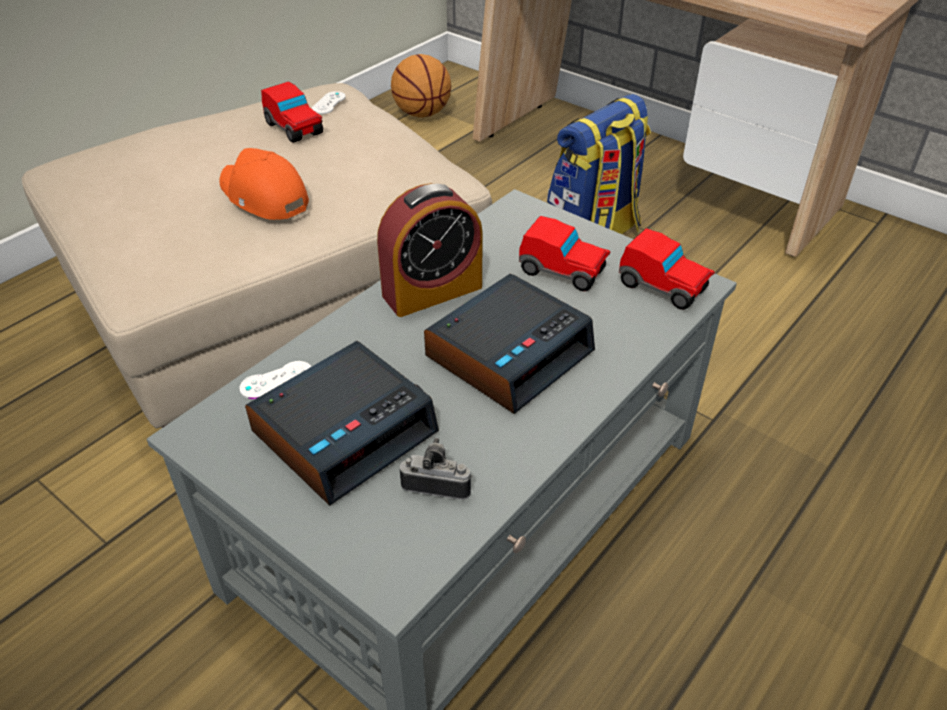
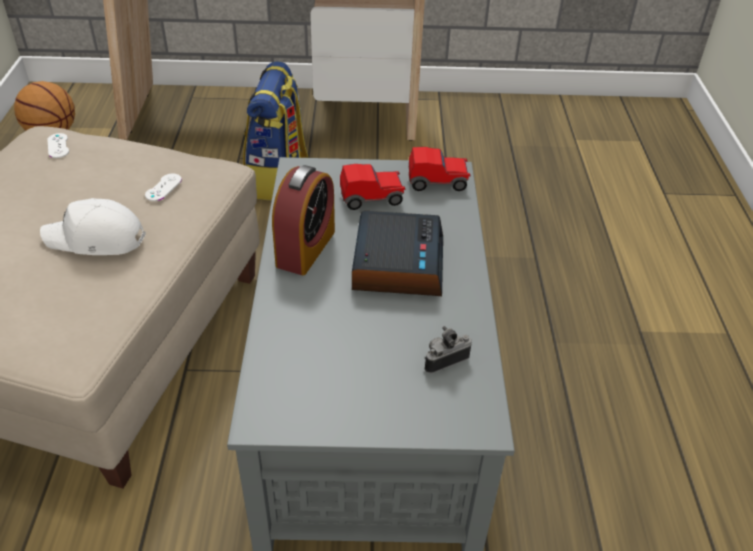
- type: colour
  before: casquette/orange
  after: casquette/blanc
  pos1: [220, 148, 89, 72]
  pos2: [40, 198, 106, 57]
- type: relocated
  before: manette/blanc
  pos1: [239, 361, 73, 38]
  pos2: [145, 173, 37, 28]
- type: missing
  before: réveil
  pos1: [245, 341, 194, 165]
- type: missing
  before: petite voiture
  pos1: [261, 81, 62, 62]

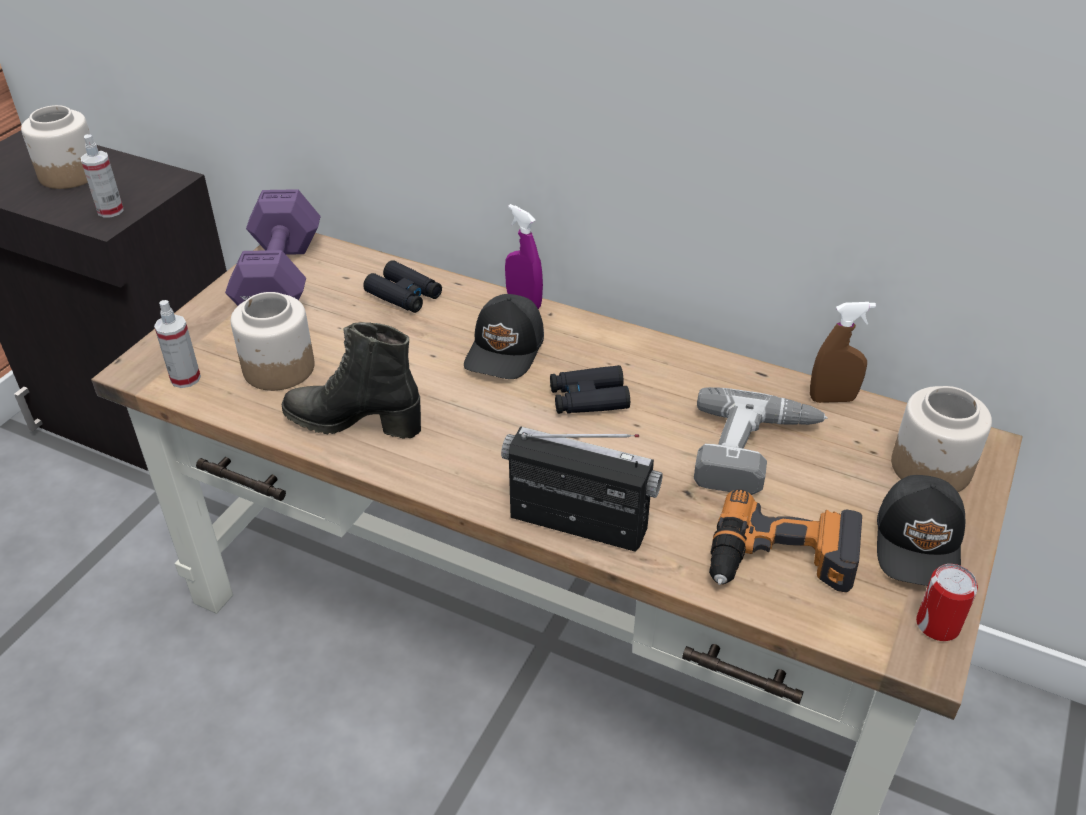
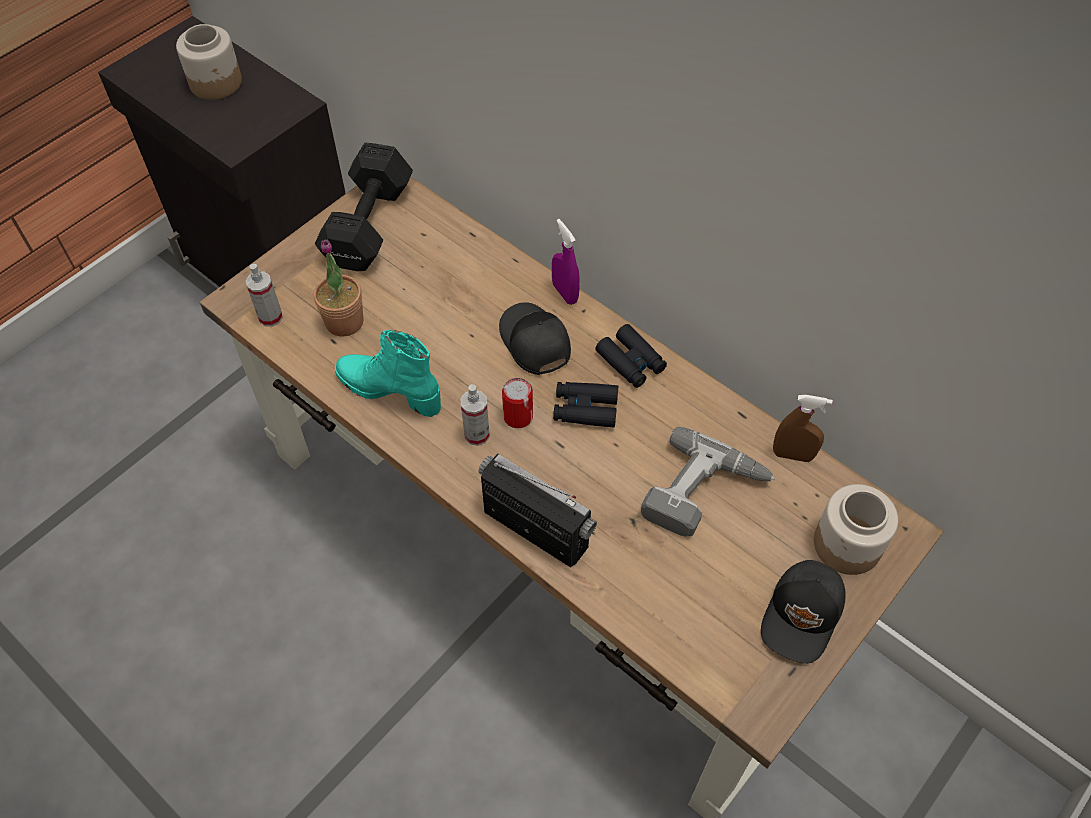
- type: relocated
  before: vaporisateur
  pos1: [81, 134, 43, 84]
  pos2: [460, 384, 30, 62]
- type: colour
  before: haltère/violet
  after: haltère/noir
  pos1: [225, 189, 96, 117]
  pos2: [315, 142, 98, 129]
- type: exchanged
  before: bocal
  after: plante en pot
  pos1: [231, 292, 83, 99]
  pos2: [314, 239, 50, 98]
- type: colour
  before: botte/noir
  after: botte/turquoise
  pos1: [282, 322, 139, 117]
  pos2: [335, 330, 106, 87]
- type: relocated
  before: jumelles/noir
  pos1: [363, 260, 79, 53]
  pos2: [595, 324, 72, 64]
- type: spun
  before: casquette/noir
  pos1: [464, 294, 80, 85]
  pos2: [499, 302, 72, 73]
  turn: 120
- type: missing
  before: perceuse
  pos1: [709, 489, 153, 103]
- type: relocated
  before: boîte métallique
  pos1: [916, 564, 62, 77]
  pos2: [502, 378, 31, 50]

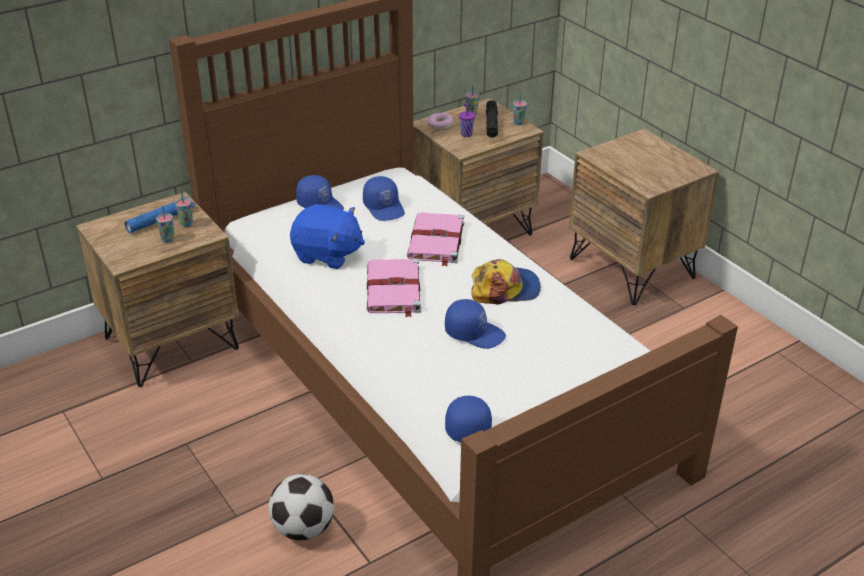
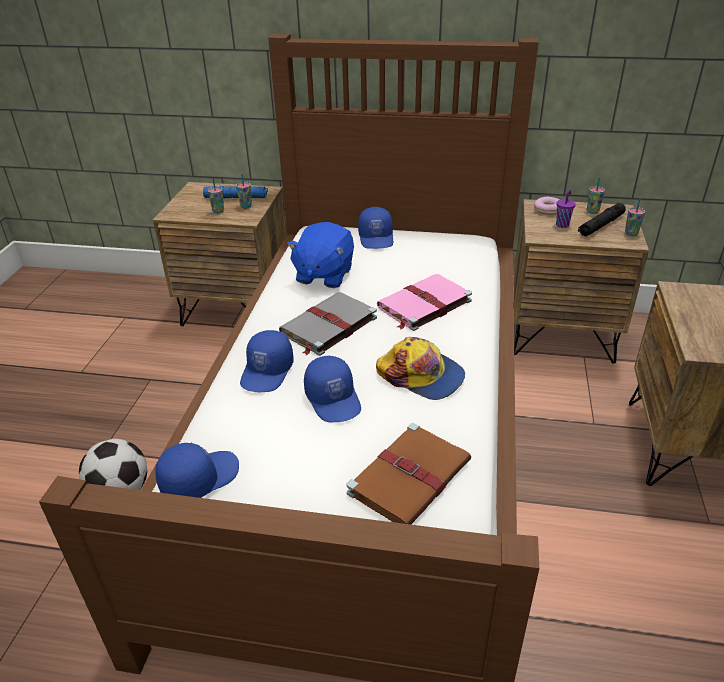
- type: spun
  before: peluche/bleu
  pos1: [290, 204, 75, 65]
  pos2: [287, 222, 67, 66]
  turn: 45
- type: relocated
  before: casquette/bleu
  pos1: [363, 176, 42, 45]
  pos2: [240, 330, 54, 62]
- type: colour
  before: livre/rose
  after: livre/gris
  pos1: [367, 259, 54, 58]
  pos2: [279, 292, 98, 64]
- type: appeared
  after: livre/marron
  pos2: [347, 423, 124, 101]

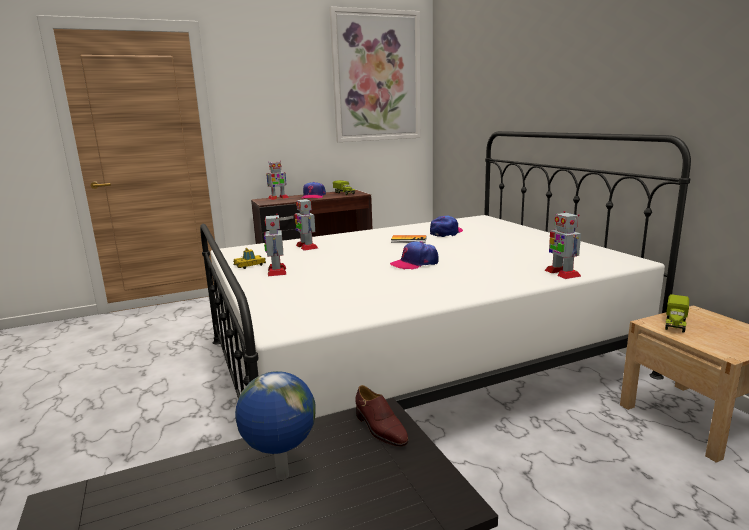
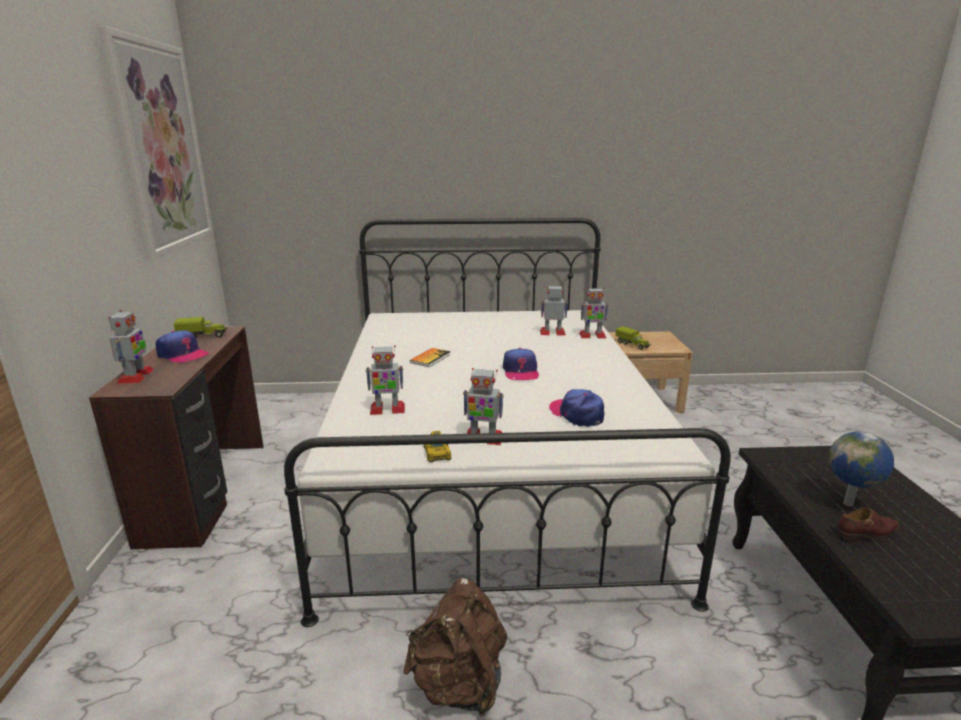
- type: relocated
  before: chaussure/marron
  pos1: [355, 385, 54, 62]
  pos2: [838, 507, 62, 36]
- type: relocated
  before: casquette
  pos1: [430, 216, 33, 21]
  pos2: [549, 389, 55, 38]
- type: appeared
  after: sac à dos/marron
  pos2: [403, 578, 105, 138]
- type: appeared
  after: robot jouet
  pos2: [540, 286, 28, 50]

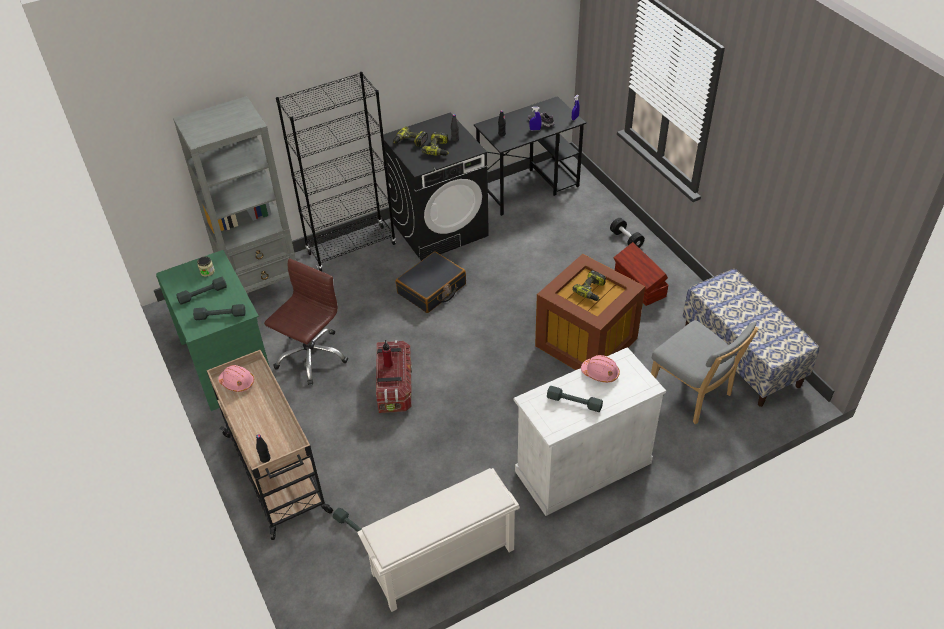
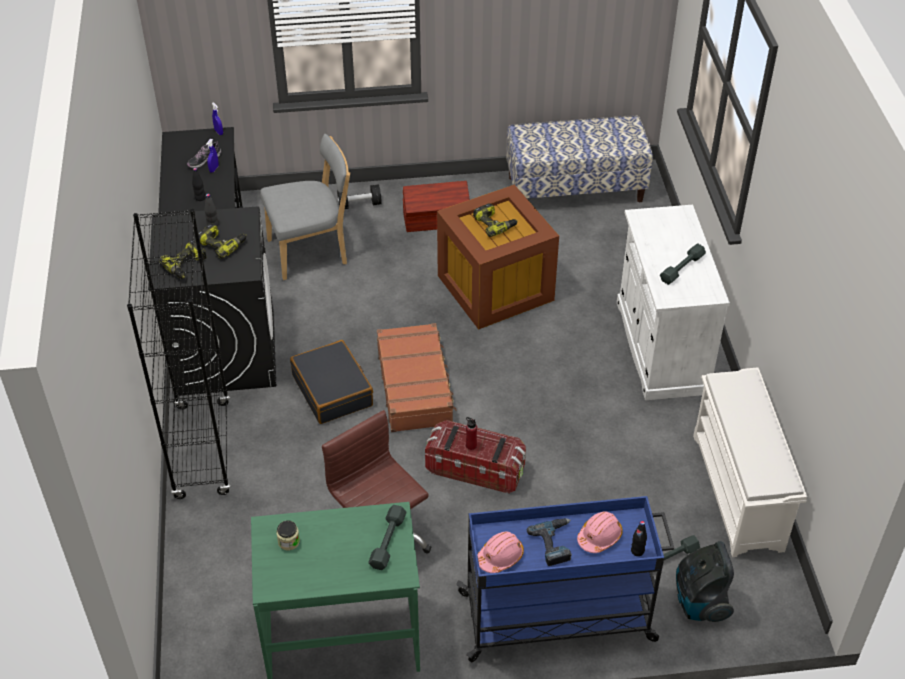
- type: missing
  before: bibliothèque/gris
  pos1: [173, 96, 123, 197]
- type: missing
  before: haltère/gris
  pos1: [176, 277, 51, 28]
- type: colour
  before: chariot/beige
  after: chariot/bleu
  pos1: [207, 350, 126, 190]
  pos2: [456, 496, 218, 166]
- type: relocated
  before: casque de chantier/rose
  pos1: [581, 355, 39, 28]
  pos2: [577, 511, 46, 42]
- type: relocated
  before: chaise/gris
  pos1: [651, 320, 108, 104]
  pos2: [260, 134, 90, 146]
- type: appeared
  after: valise/marron
  pos2: [377, 323, 80, 109]
- type: appeared
  after: perceuse
  pos2: [527, 518, 45, 48]
- type: appeared
  after: aspirateur
  pos2: [676, 541, 58, 81]

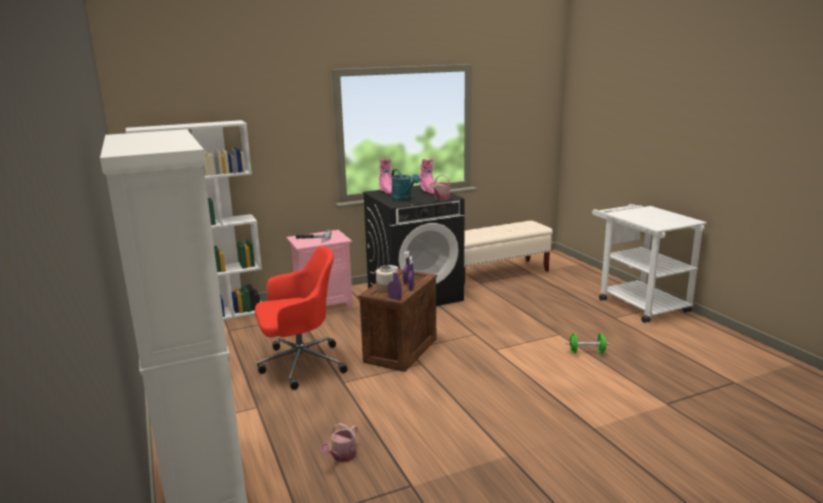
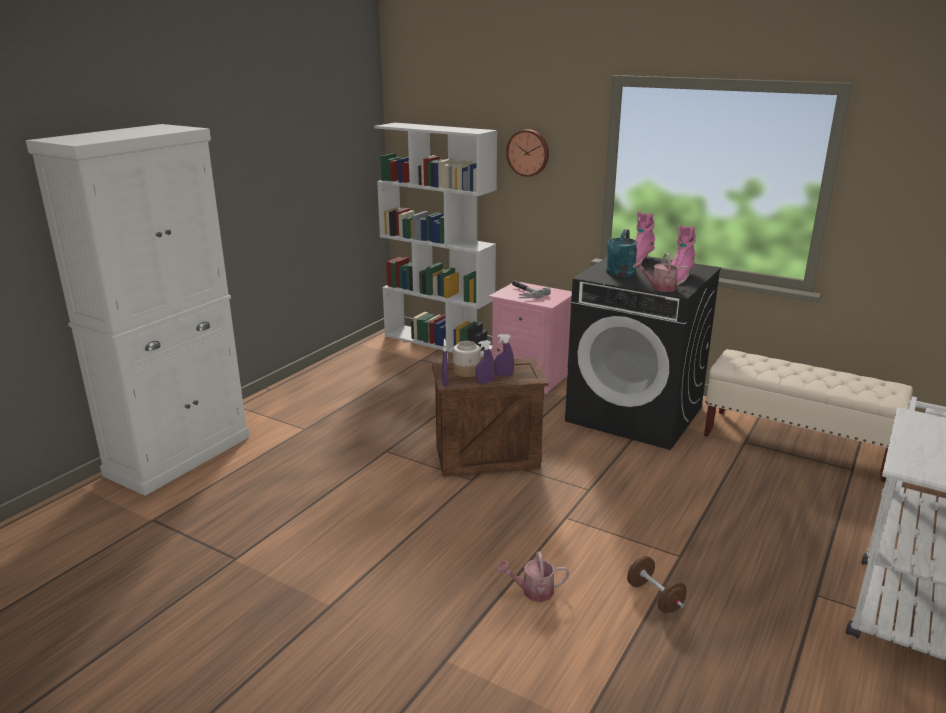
- type: missing
  before: chaise de bureau/rouge
  pos1: [255, 246, 93, 144]
- type: relocated
  before: arrosoir
  pos1: [320, 423, 38, 39]
  pos2: [497, 552, 72, 50]
- type: colour
  before: haltère/vert
  after: haltère/marron
  pos1: [566, 333, 43, 21]
  pos2: [627, 556, 60, 58]
- type: appeared
  after: horloge murale
  pos2: [506, 129, 43, 48]

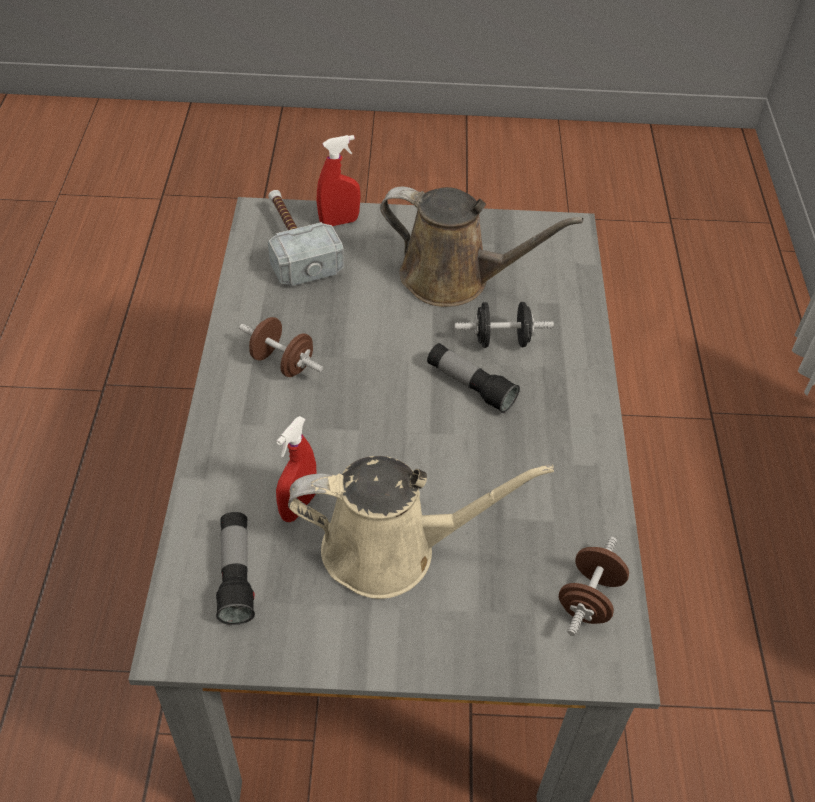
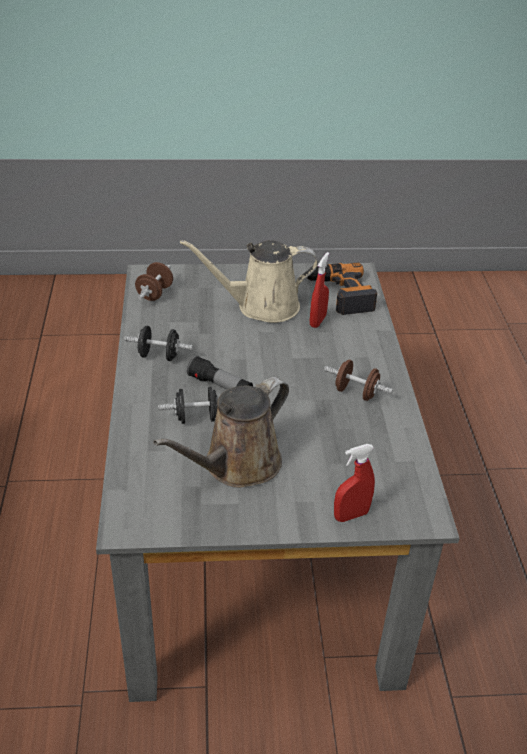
- type: exchanged
  before: lampe de poche
  after: perceuse
  pos1: [216, 512, 39, 113]
  pos2: [307, 263, 70, 52]
- type: missing
  before: marteau
  pos1: [268, 190, 76, 96]
- type: spun
  before: arrosoir/marron
  pos1: [380, 187, 204, 120]
  pos2: [153, 377, 136, 111]
  turn: -60
- type: appeared
  after: haltère/noir
  pos2: [124, 326, 69, 35]

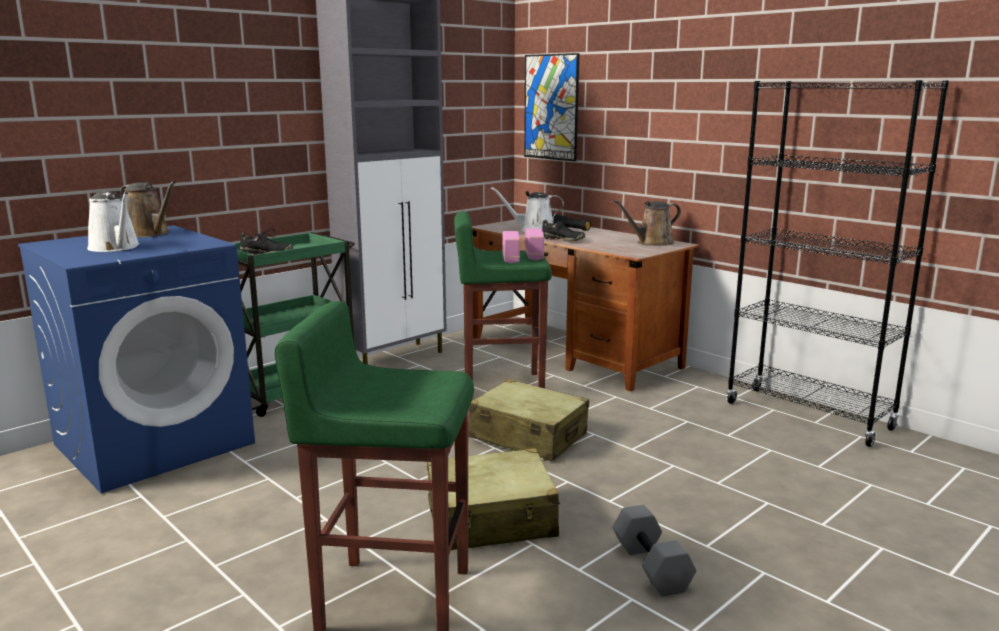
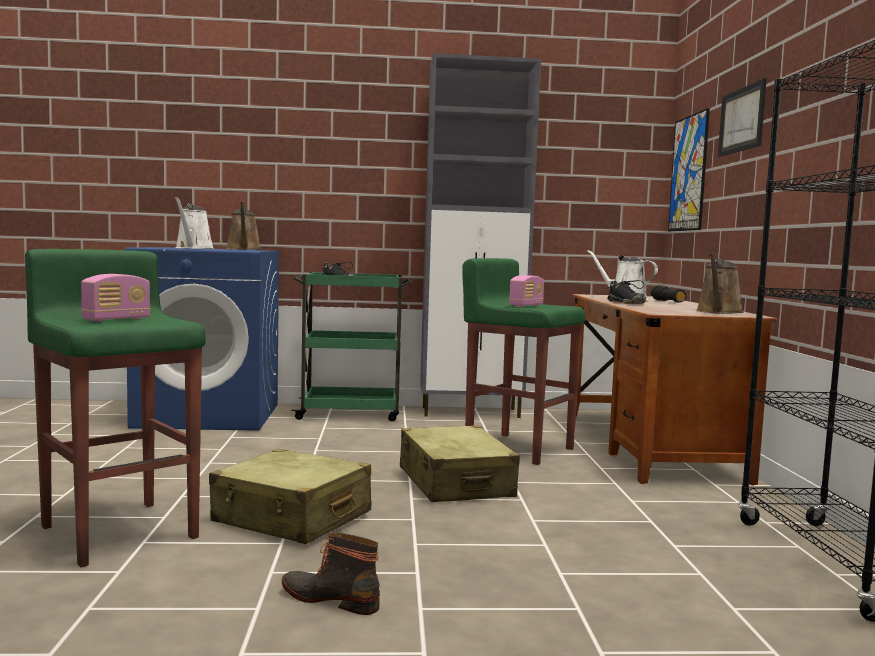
- type: relocated
  before: radio
  pos1: [525, 228, 19, 32]
  pos2: [81, 274, 69, 48]
- type: exchanged
  before: haltère/gris
  after: botte
  pos1: [612, 505, 84, 91]
  pos2: [282, 533, 98, 82]
- type: spun
  before: arrosoir/marron
  pos1: [613, 199, 68, 47]
  pos2: [696, 253, 48, 61]
  turn: -75
- type: appeared
  after: tableau
  pos2: [718, 78, 49, 79]

